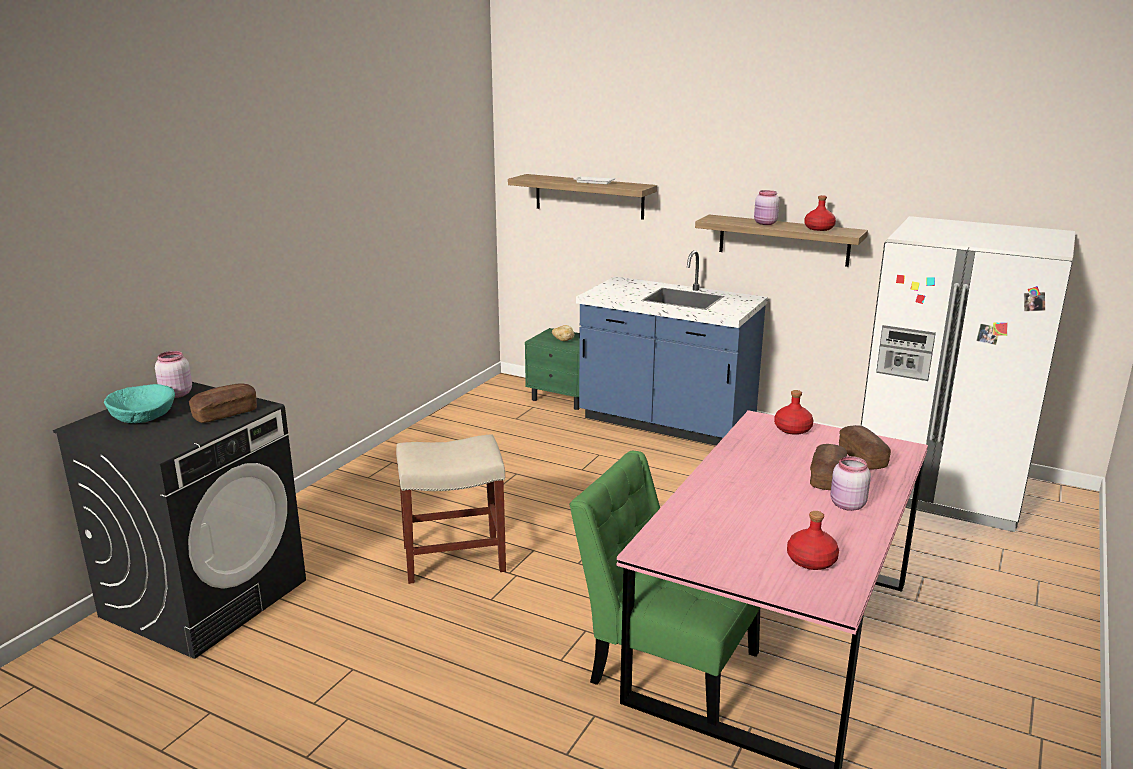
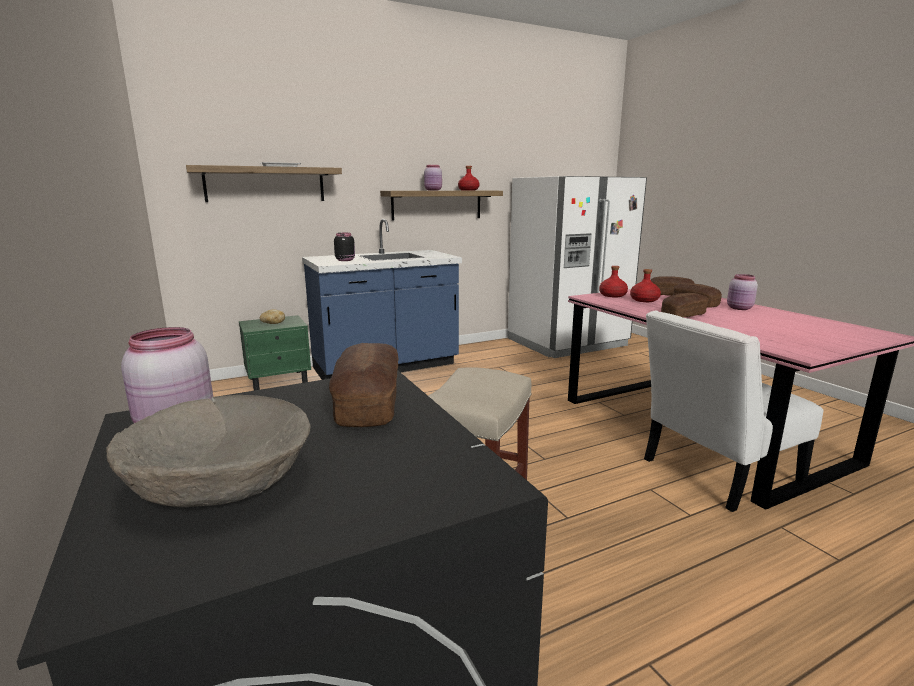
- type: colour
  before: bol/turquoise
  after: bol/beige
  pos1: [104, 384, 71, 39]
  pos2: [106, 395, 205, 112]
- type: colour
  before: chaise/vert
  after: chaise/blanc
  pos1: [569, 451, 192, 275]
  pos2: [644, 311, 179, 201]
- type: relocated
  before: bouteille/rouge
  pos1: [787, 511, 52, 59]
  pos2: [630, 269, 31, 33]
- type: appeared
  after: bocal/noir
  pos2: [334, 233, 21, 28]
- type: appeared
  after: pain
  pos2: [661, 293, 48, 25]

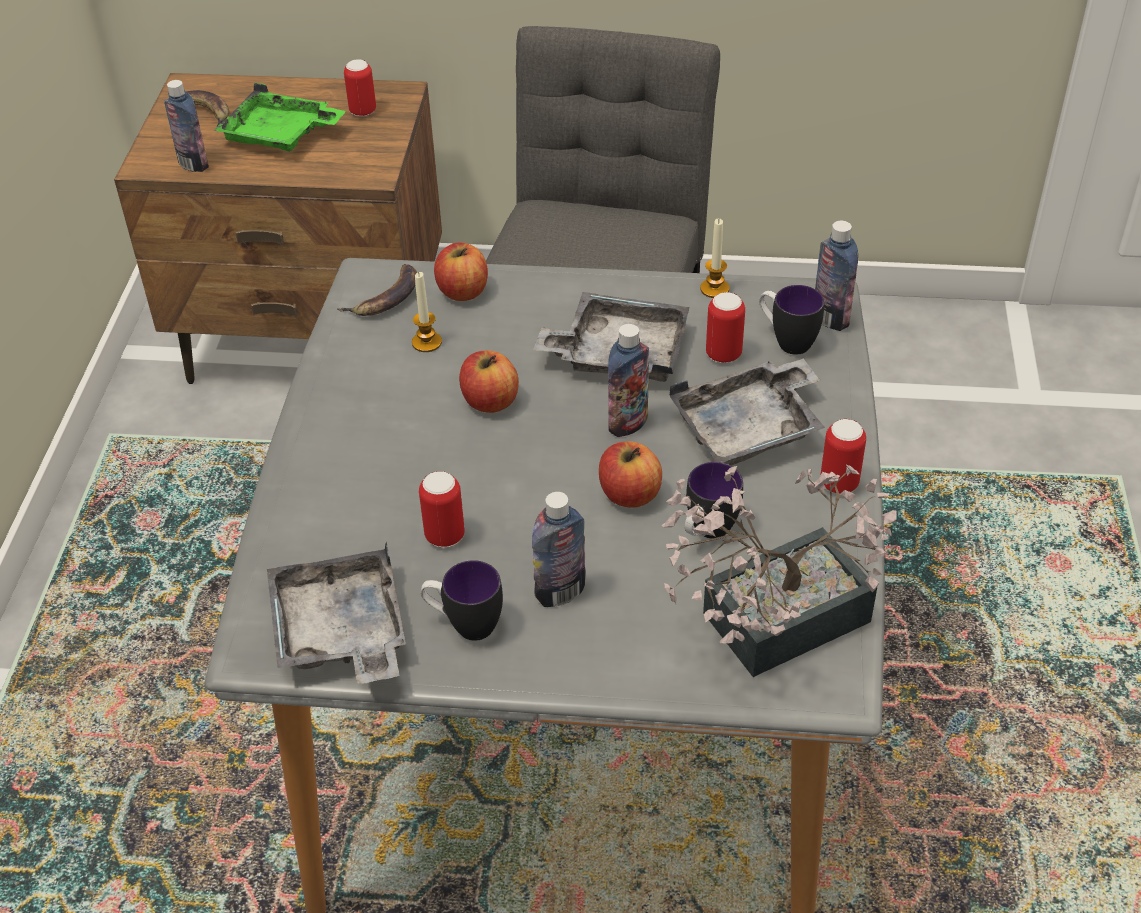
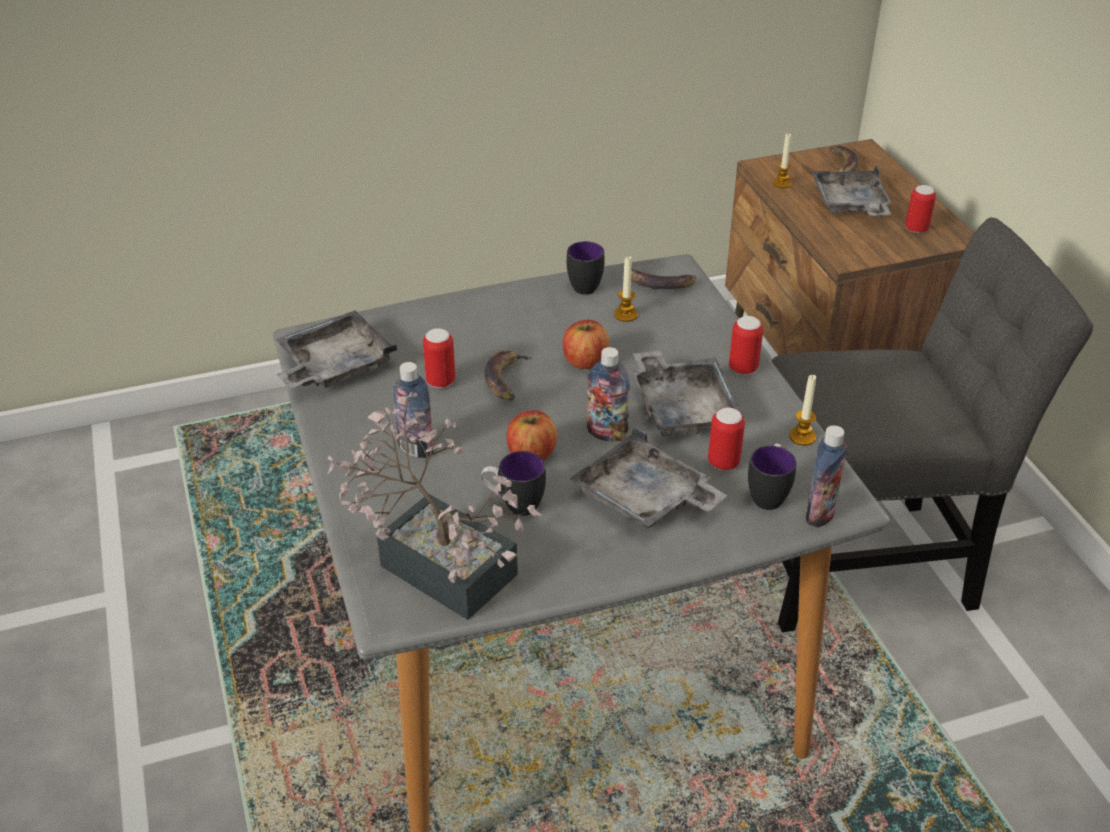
- type: exchanged
  before: bouteille
  after: bougie
  pos1: [164, 80, 45, 92]
  pos2: [773, 133, 19, 55]
- type: colour
  before: plateau/vert
  after: plateau/gris
  pos1: [214, 83, 132, 68]
  pos2: [811, 165, 81, 51]
- type: relocated
  before: mug
  pos1: [420, 560, 83, 81]
  pos2: [567, 241, 38, 54]
- type: missing
  before: pomme
  pos1: [434, 243, 54, 58]
- type: relocated
  before: boîte métallique
  pos1: [821, 419, 45, 75]
  pos2: [729, 316, 34, 59]
- type: appeared
  after: banane
  pos2: [484, 350, 49, 51]

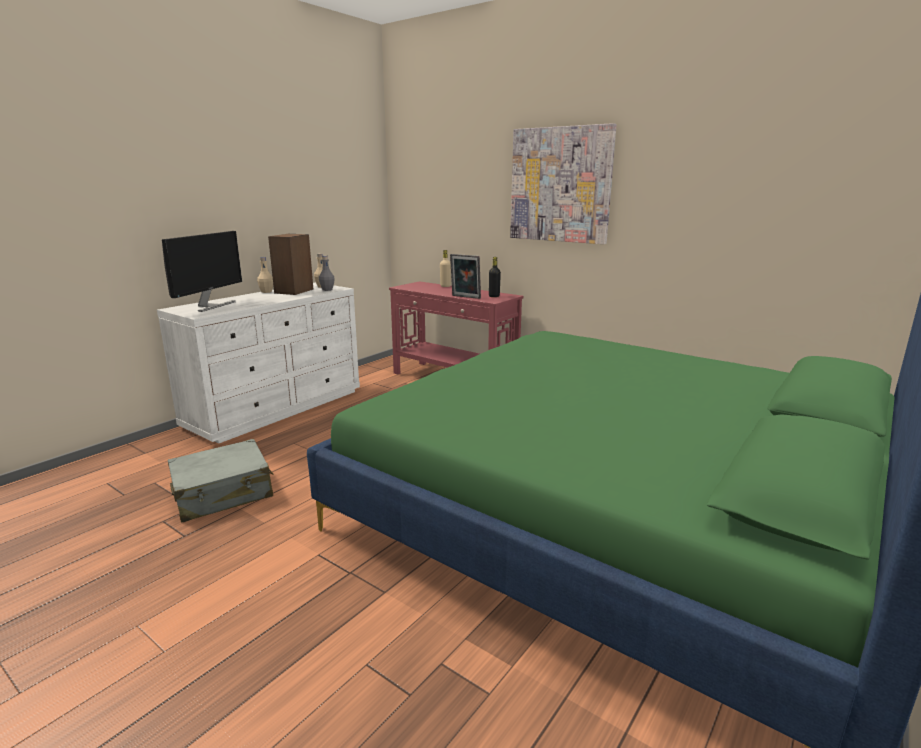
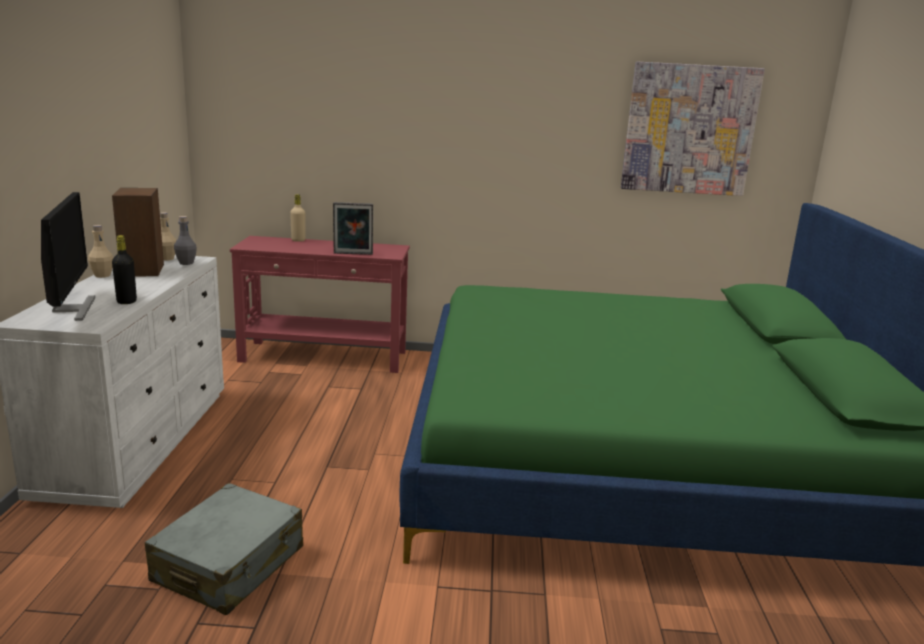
- type: relocated
  before: bouteille/noir
  pos1: [489, 257, 12, 40]
  pos2: [112, 235, 25, 69]
- type: relocated
  before: tableau
  pos1: [510, 123, 107, 121]
  pos2: [621, 62, 144, 134]

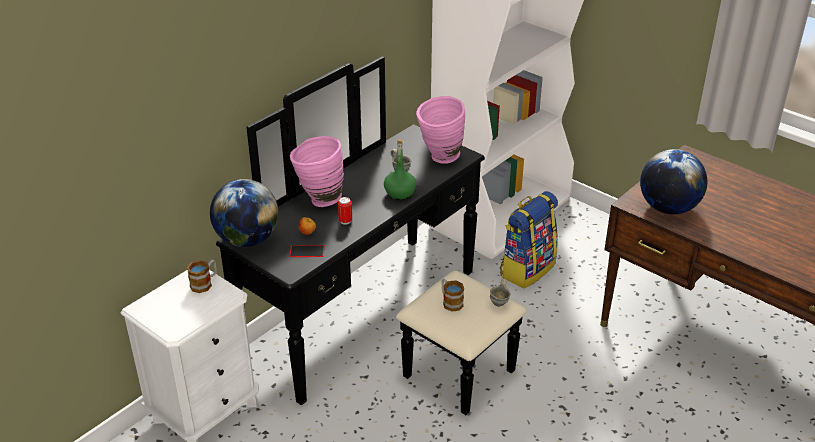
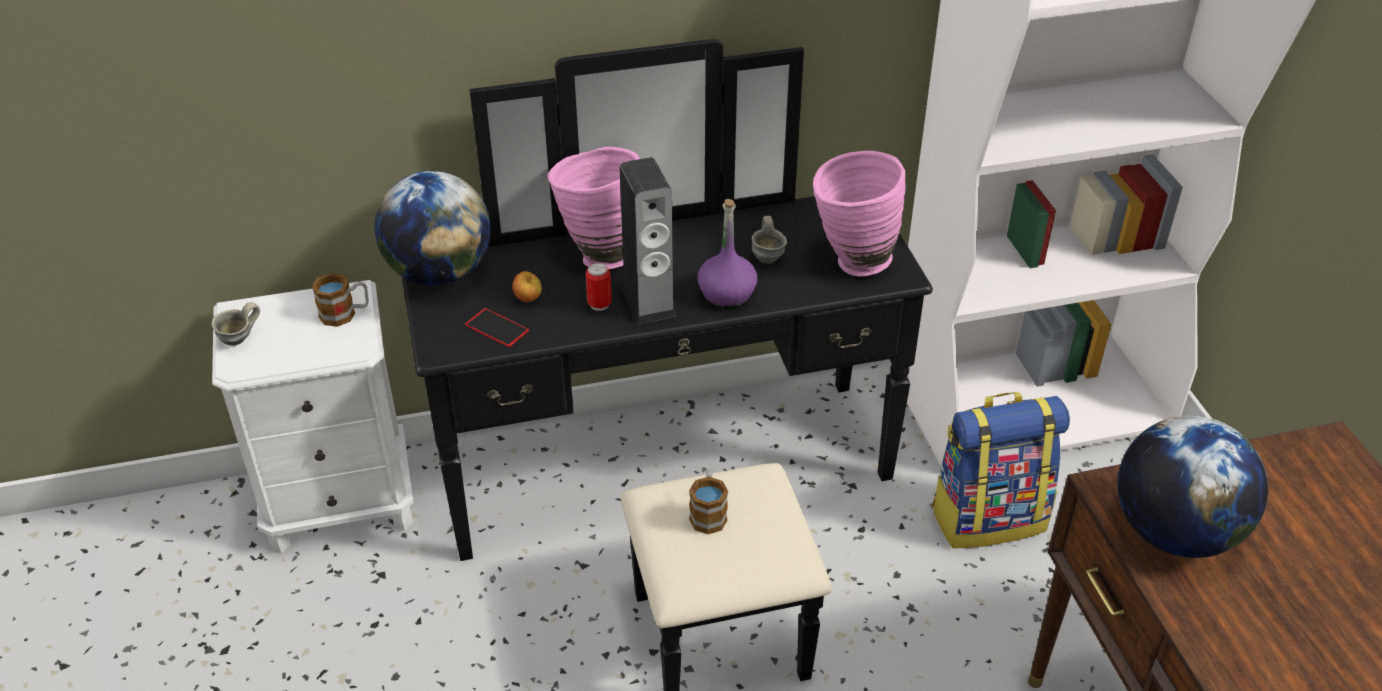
- type: colour
  before: bouteille/vert
  after: bouteille/violet
  pos1: [384, 139, 33, 61]
  pos2: [698, 199, 59, 109]
- type: relocated
  before: mug/gris
  pos1: [490, 279, 21, 28]
  pos2: [212, 302, 48, 44]
- type: appeared
  after: enceinte
  pos2: [619, 157, 58, 167]

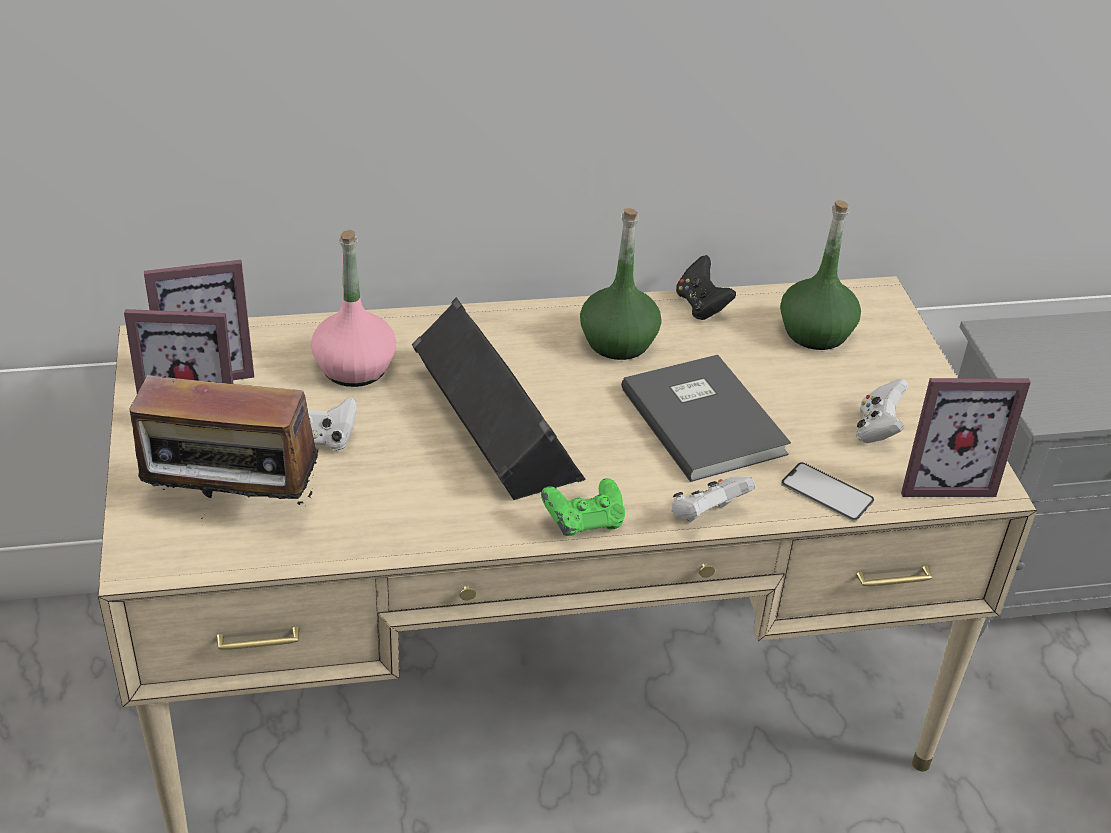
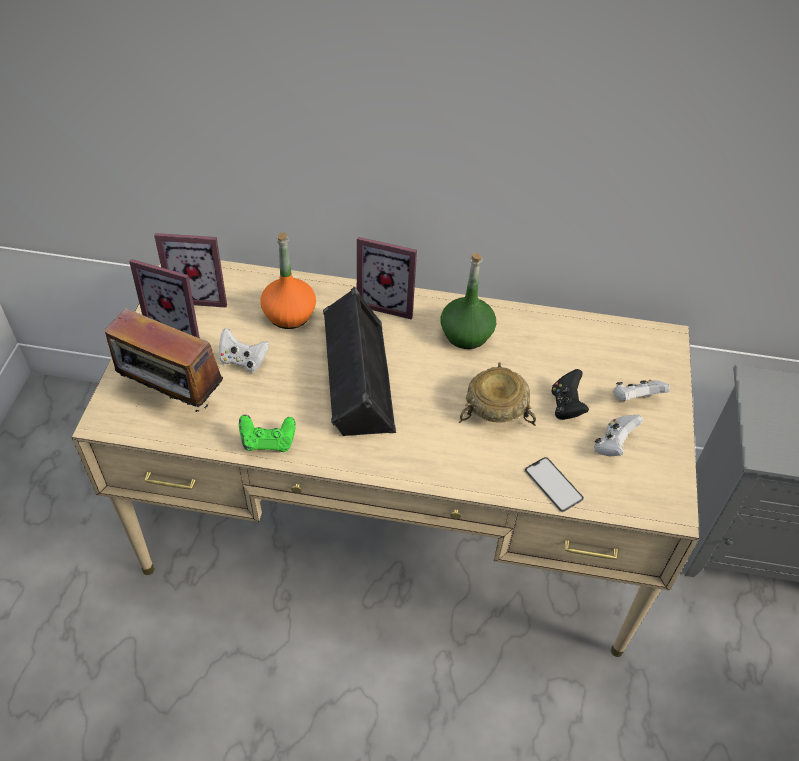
- type: colour
  before: bouteille/rose
  after: bouteille/orange
  pos1: [311, 230, 85, 157]
  pos2: [260, 233, 56, 96]
- type: relocated
  before: manette/vert
  pos1: [541, 478, 84, 58]
  pos2: [239, 415, 57, 37]
- type: exchanged
  before: livre/gris
  after: bol/beige
  pos1: [621, 355, 170, 127]
  pos2: [459, 362, 77, 64]
- type: relocated
  before: manette/blanc
  pos1: [671, 477, 84, 45]
  pos2: [613, 380, 57, 21]
- type: relocated
  before: manette/noir
  pos1: [676, 255, 60, 65]
  pos2: [552, 369, 37, 51]
- type: missing
  before: bouteille/vert
  pos1: [780, 200, 81, 150]
- type: relocated
  before: cadre photo
  pos1: [901, 378, 130, 119]
  pos2: [357, 237, 60, 82]

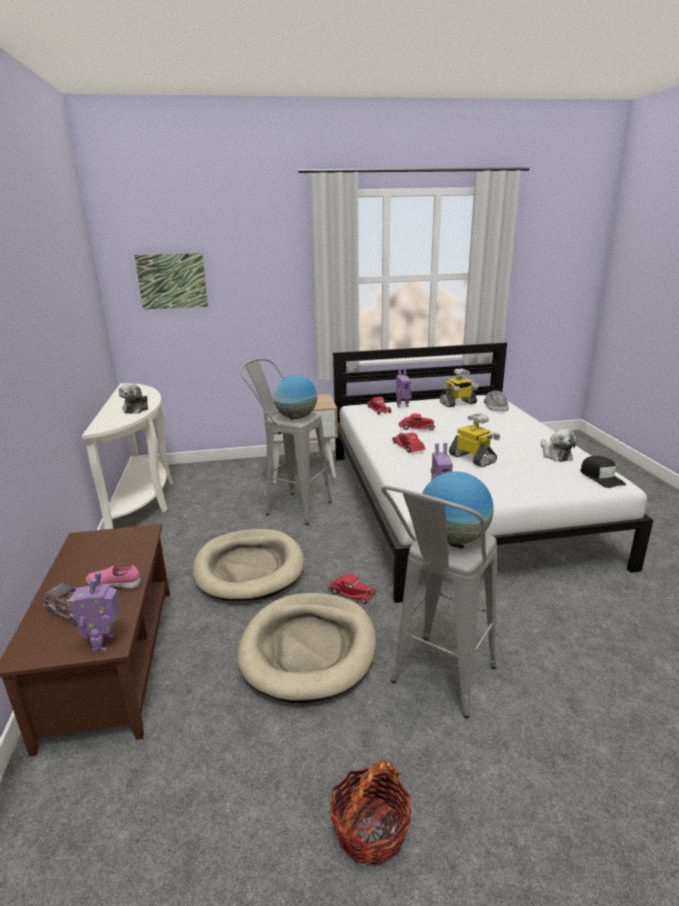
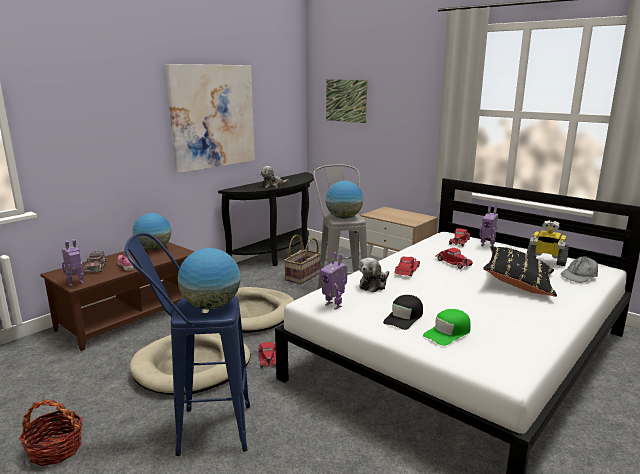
- type: colour
  before: table console/blanc
  after: table console/noir
  pos1: [82, 383, 91, 146]
  pos2: [218, 172, 96, 94]
- type: colour
  before: tabouret/gris
  after: tabouret/bleu
  pos1: [381, 485, 116, 233]
  pos2: [124, 233, 126, 223]
- type: missing
  before: robot jouet
  pos1: [449, 413, 51, 54]
- type: relocated
  before: peluche
  pos1: [541, 429, 36, 33]
  pos2: [358, 258, 31, 34]
- type: relocated
  before: casquette/noir
  pos1: [580, 456, 46, 32]
  pos2: [383, 295, 40, 35]
- type: appeared
  after: globe
  pos2: [132, 213, 39, 37]
- type: appeared
  after: tableau
  pos2: [166, 64, 89, 109]
- type: appeared
  after: panier
  pos2: [284, 234, 37, 50]
- type: appeared
  after: casquette/vert
  pos2: [423, 309, 48, 37]
- type: appeared
  after: coussin/noir
  pos2: [483, 246, 74, 51]

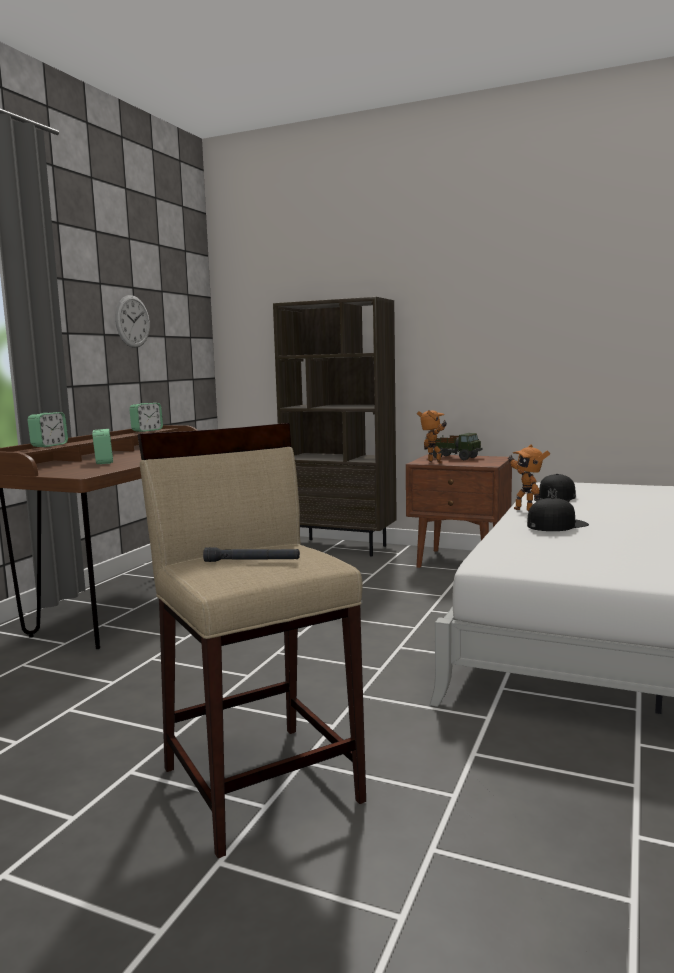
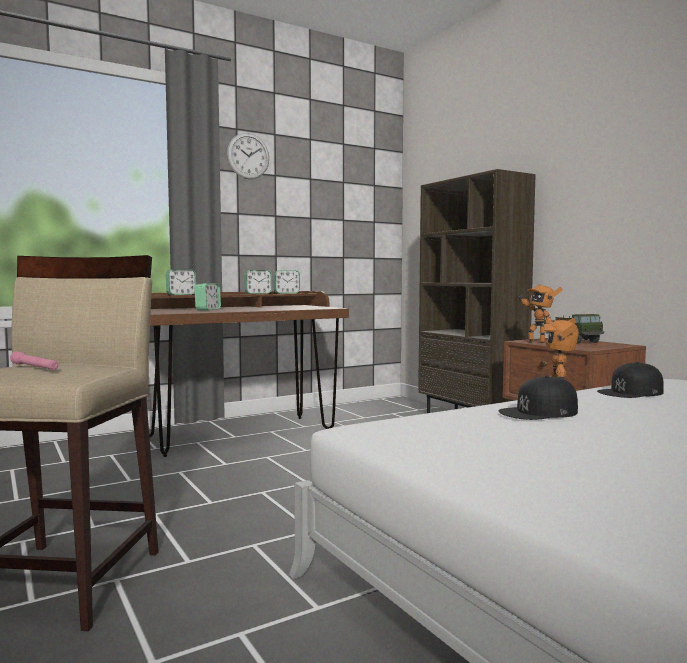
- type: relocated
  before: horloge murale
  pos1: [115, 295, 35, 53]
  pos2: [227, 133, 42, 46]
- type: colour
  before: lampe de poche/noir
  after: lampe de poche/rose
  pos1: [203, 547, 97, 15]
  pos2: [10, 352, 49, 18]
- type: spun
  before: robot jouet
  pos1: [417, 410, 30, 53]
  pos2: [518, 284, 45, 59]
  turn: 135
- type: spun
  before: casquette/noir
  pos1: [527, 497, 62, 34]
  pos2: [499, 376, 79, 44]
  turn: 150
- type: appeared
  after: réveil
  pos2: [244, 270, 28, 24]

